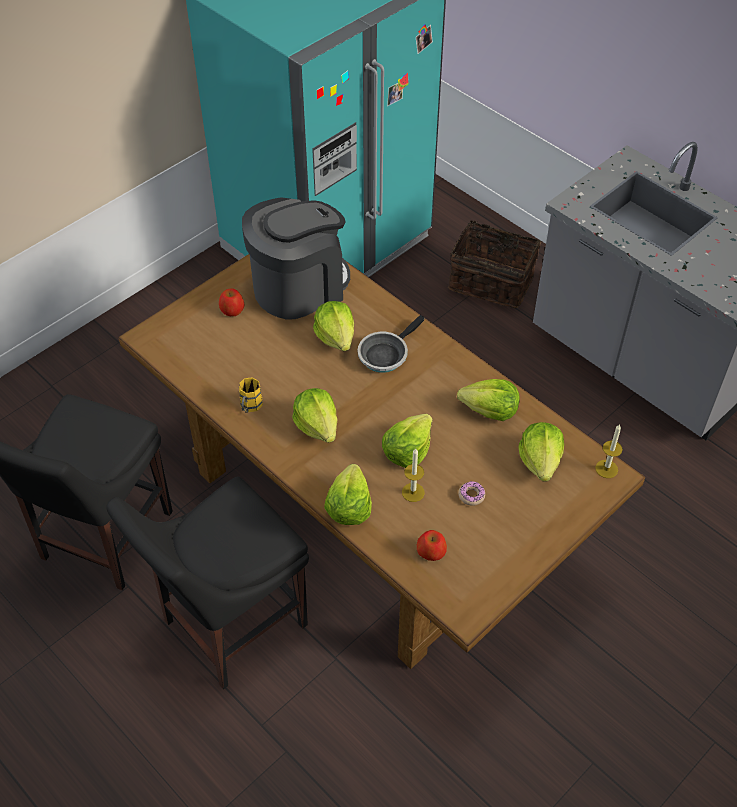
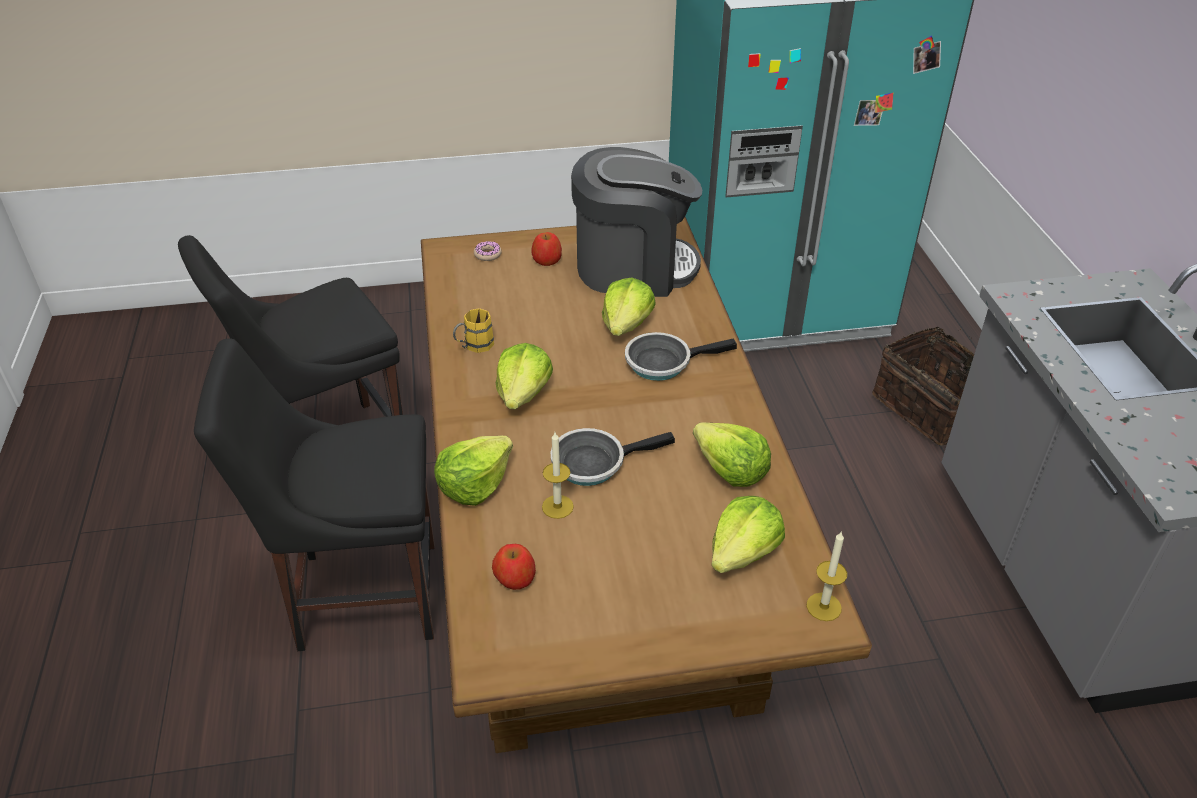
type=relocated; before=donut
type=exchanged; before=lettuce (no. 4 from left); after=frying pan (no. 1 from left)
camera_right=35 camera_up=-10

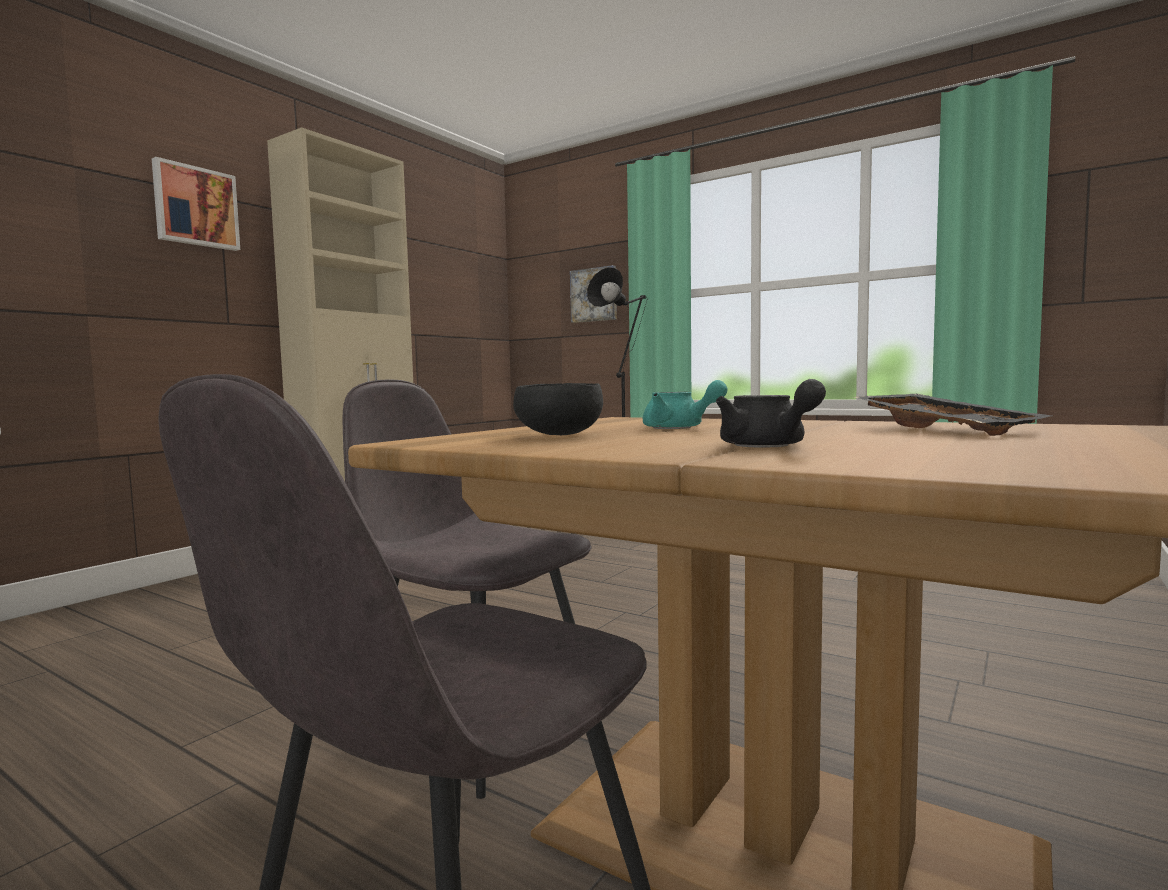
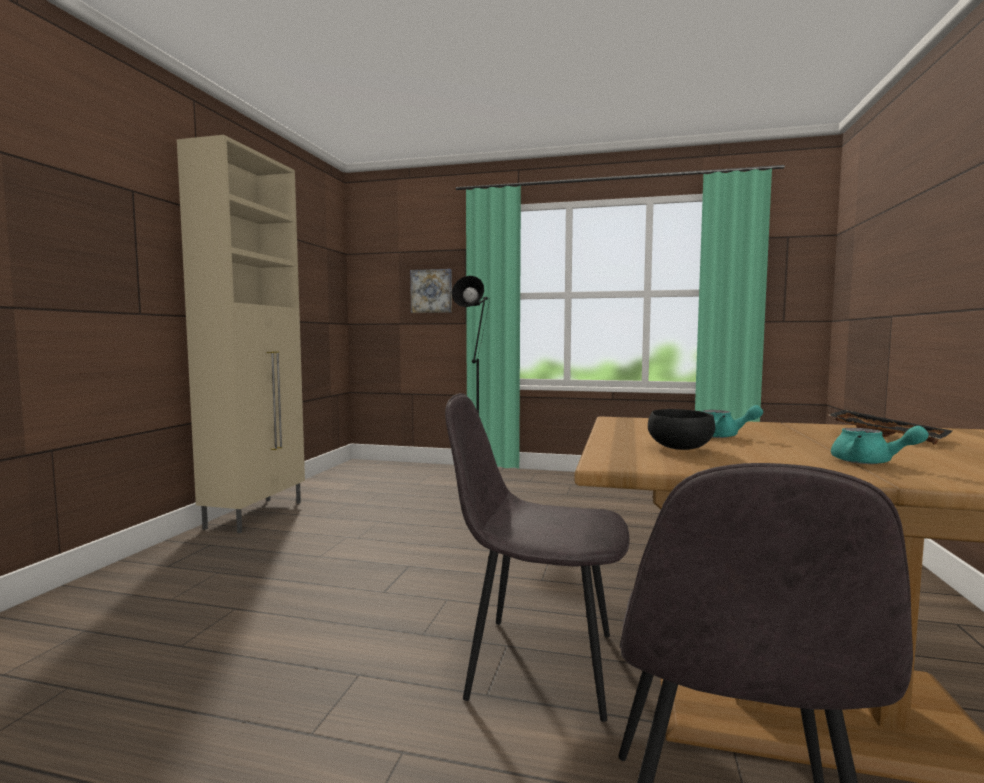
type=colour; before=teapot/black; after=teapot/turquoise (no. 2 from left)
type=missing; before=picture (no. 1 from left)
camera_right=-20 camera_up=0

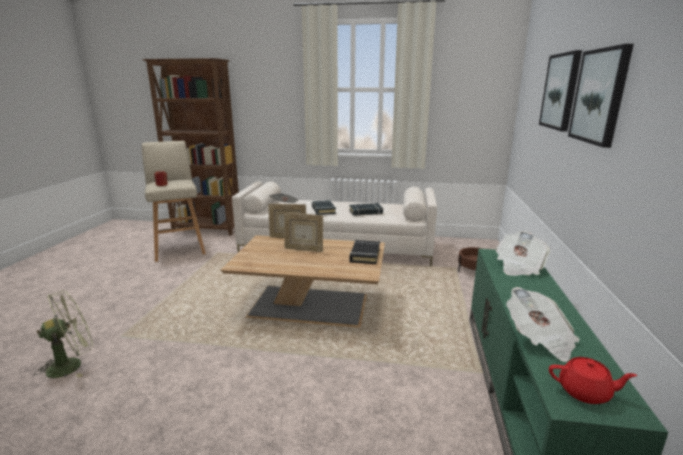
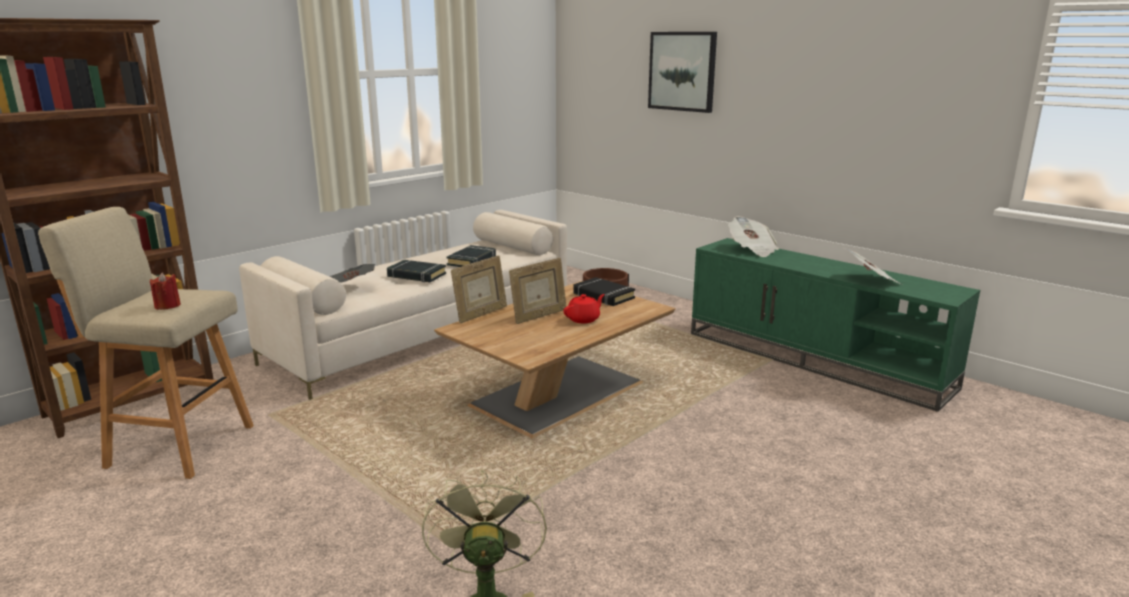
type=relocated; before=teapot/red
type=missing; before=picture (no. 2 from left)
camera_right=-55 camera_up=0

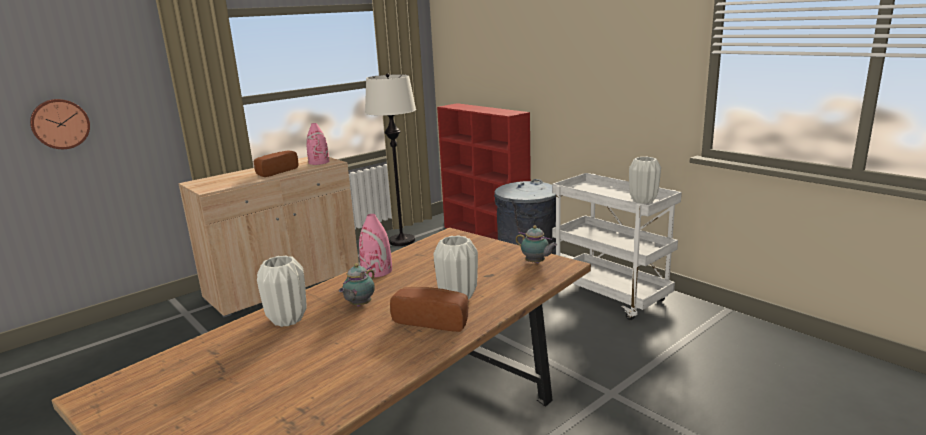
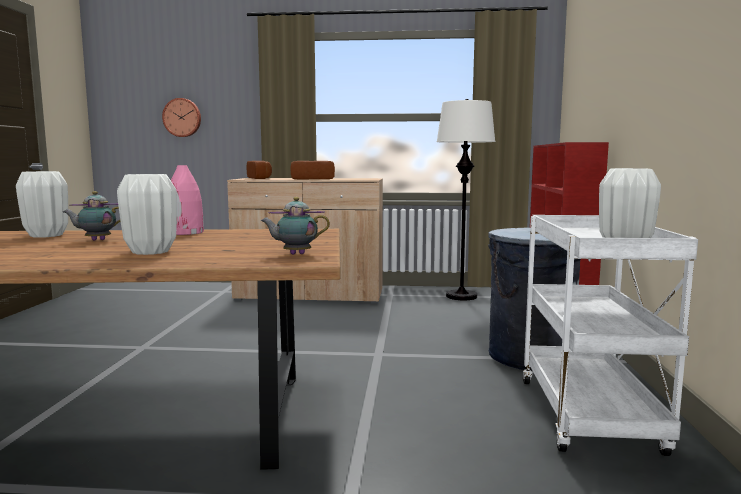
type=relocated; before=bread (no. 2 from left in the first image); after=bread (no. 1 from left)
type=spun; before=teapot (no. 2 from left); turn=90
type=missing; before=vase/pink (no. 1 from left)
camera_right=45 camera_up=-10

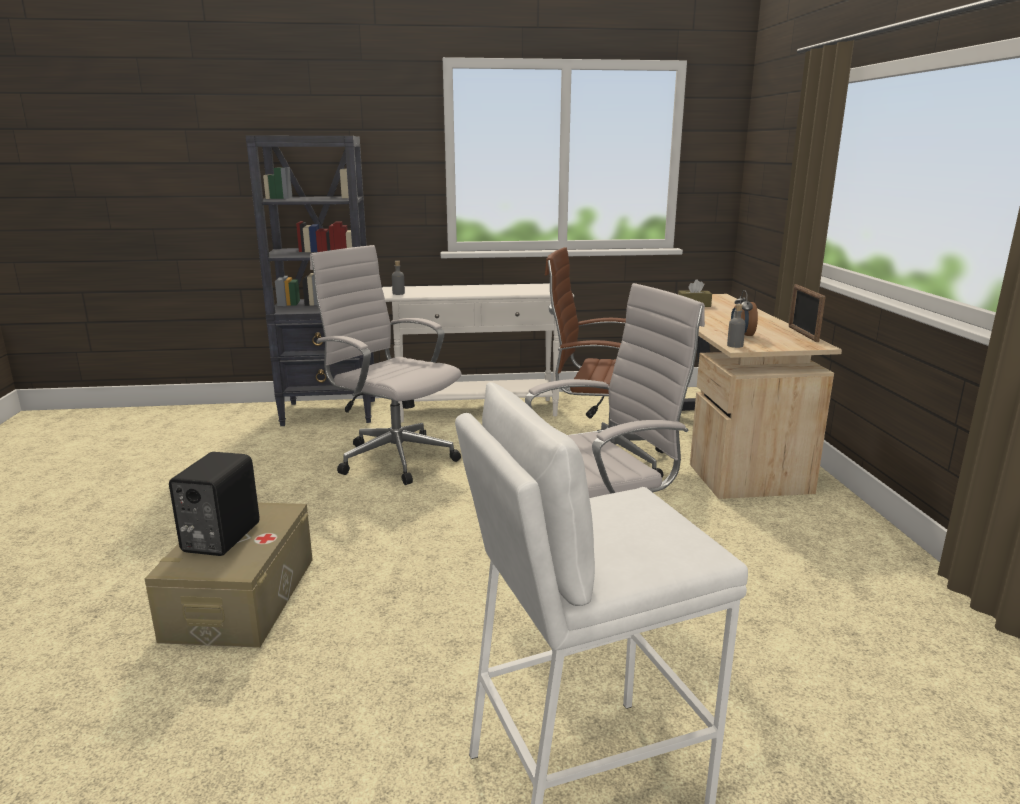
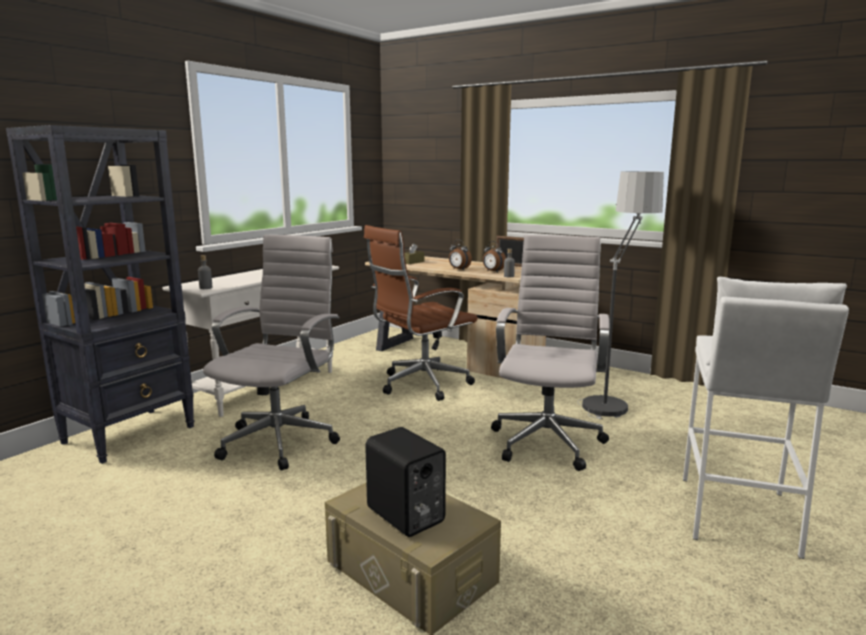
type=spun; before=office chair/white (no. 1 from left); turn=120
type=appeared; after=alarm clock (no. 1 from left)
type=appeared; after=floor lamp
camera_right=-50 camera_up=-5

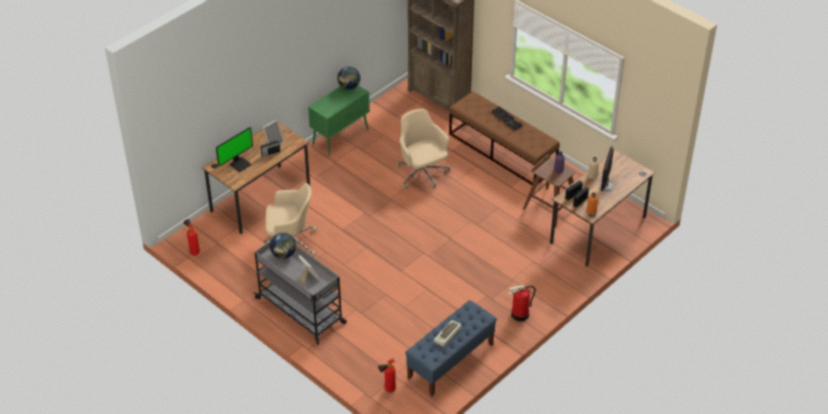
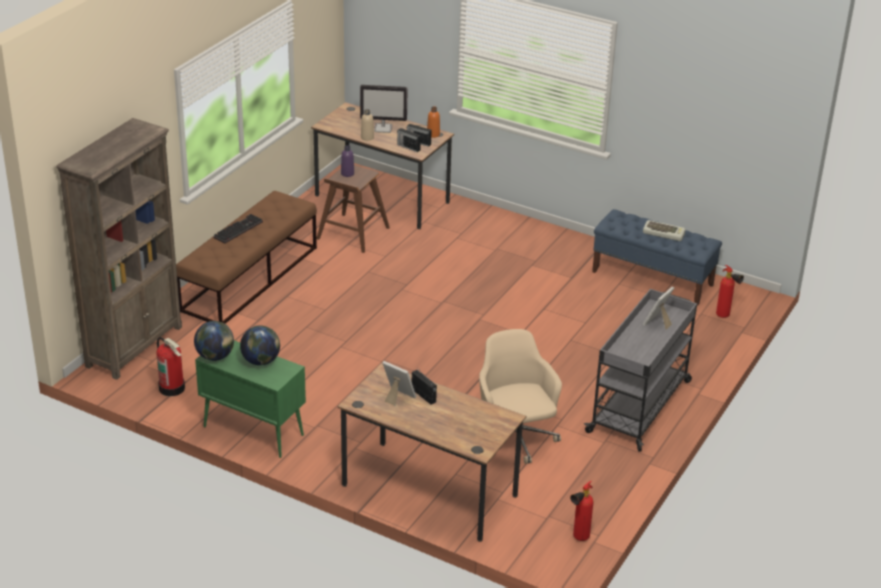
type=relocated; before=fire extinguisher (no. 3 from left in the first image); after=fire extinguisher (no. 1 from left)
type=relocated; before=globe (no. 1 from left in the first image); after=globe (no. 2 from left)
type=missing; before=monitor (no. 1 from left)
type=missing; before=office chair/beige (no. 2 from left)
camera_right=-105 camera_up=-10

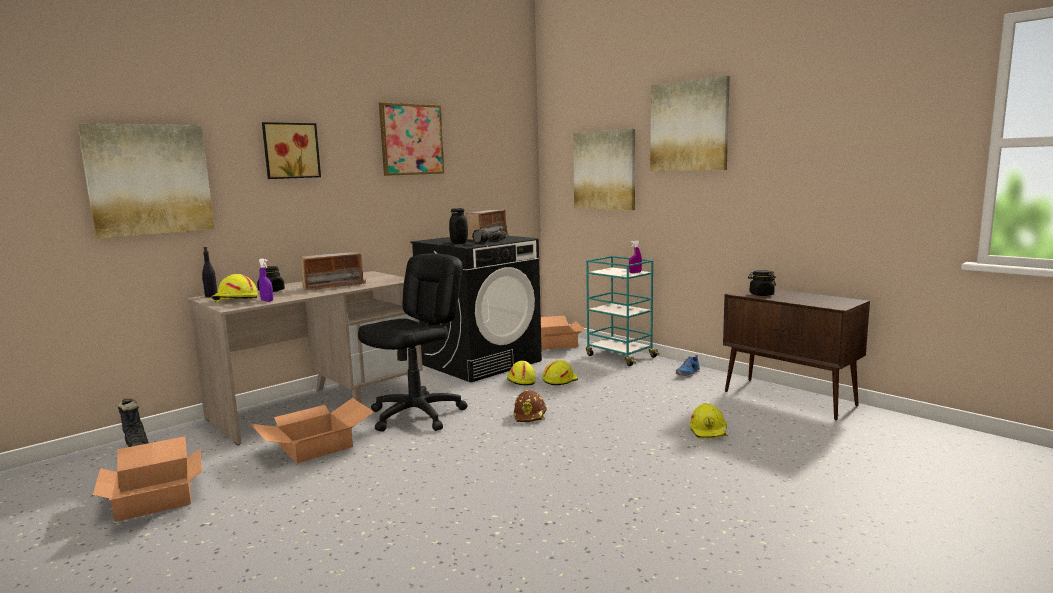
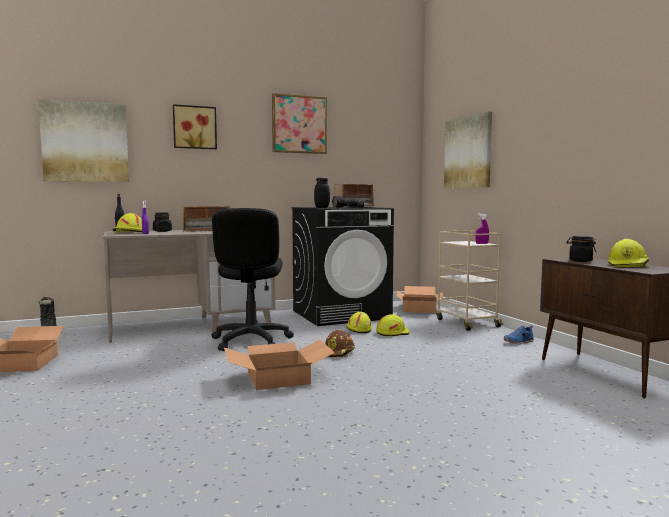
type=spun; before=office chair/black; turn=120
type=relocated; before=cardboard box (no. 2 from left)
type=colour; before=cart/turquoise; after=cart/beige
type=relocated; before=hard hat/yellow (no. 4 from left)
type=missing; before=picture (no. 5 from left)
camera_right=20 camera_up=-5

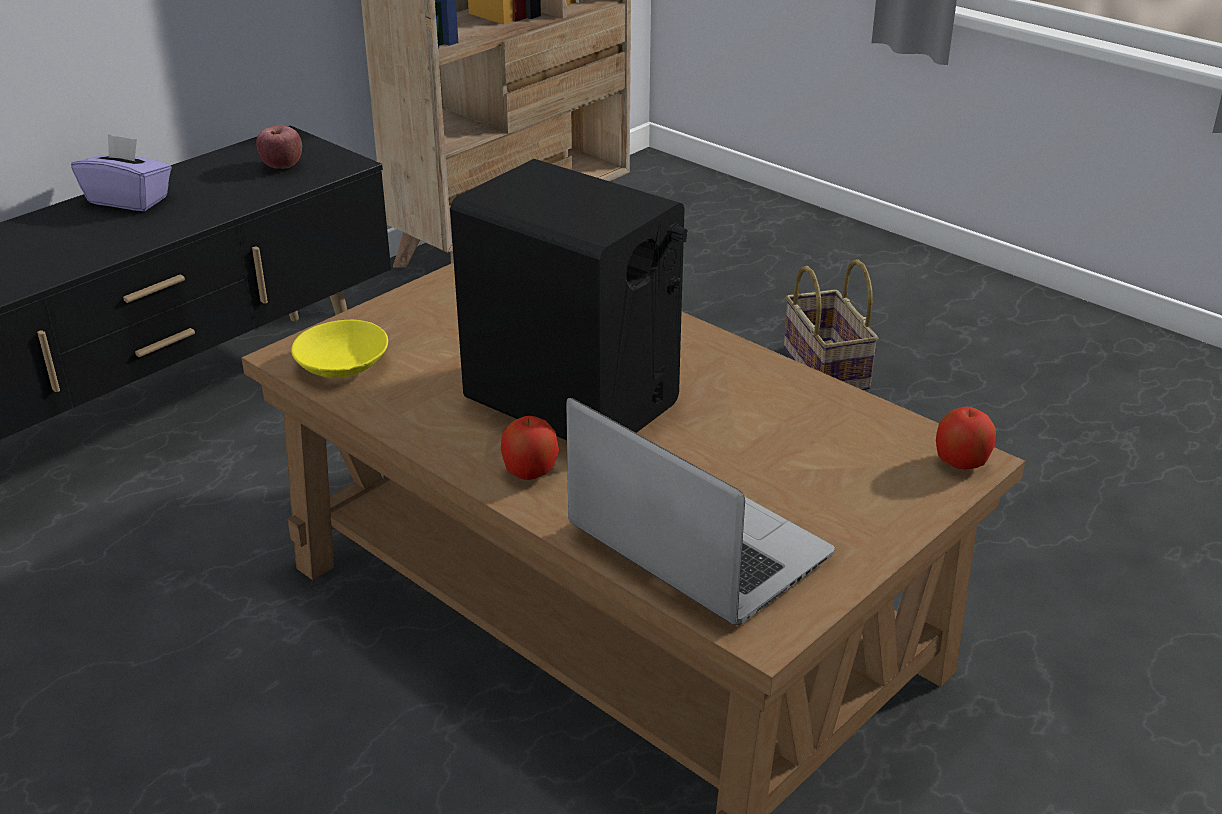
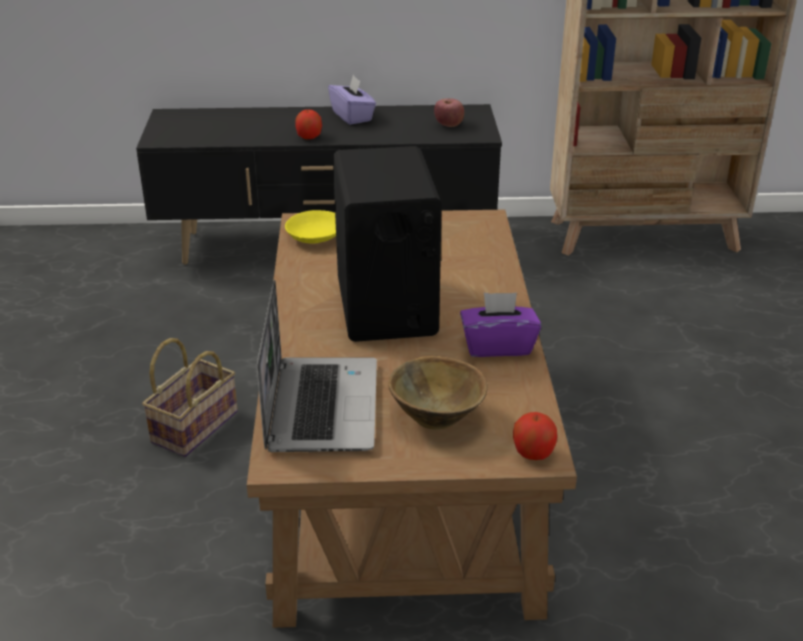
type=relocated; before=basket
type=relocated; before=apple (no. 2 from left in the first image); after=apple (no. 1 from left)
type=appeared; after=bowl/brown
type=appeared; after=tissue box/purple (no. 2 from left)
camera_right=45 camera_up=0

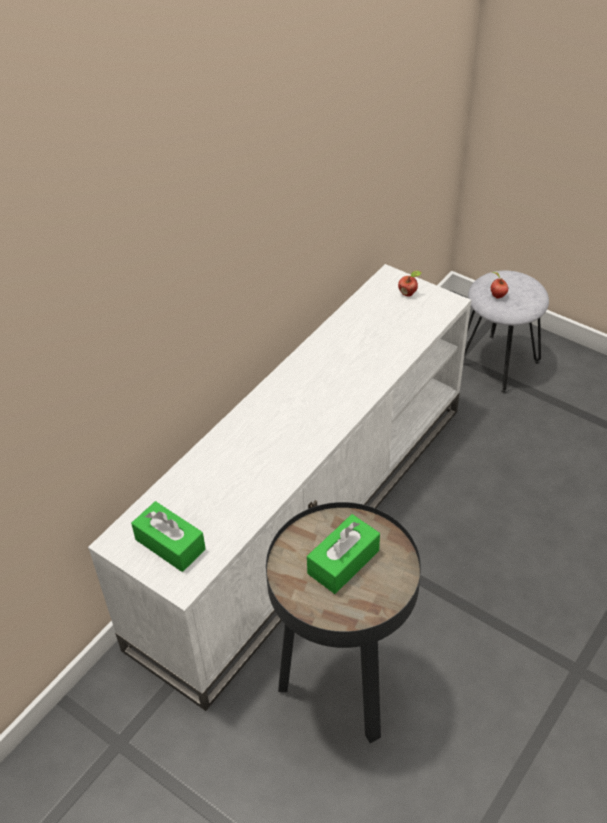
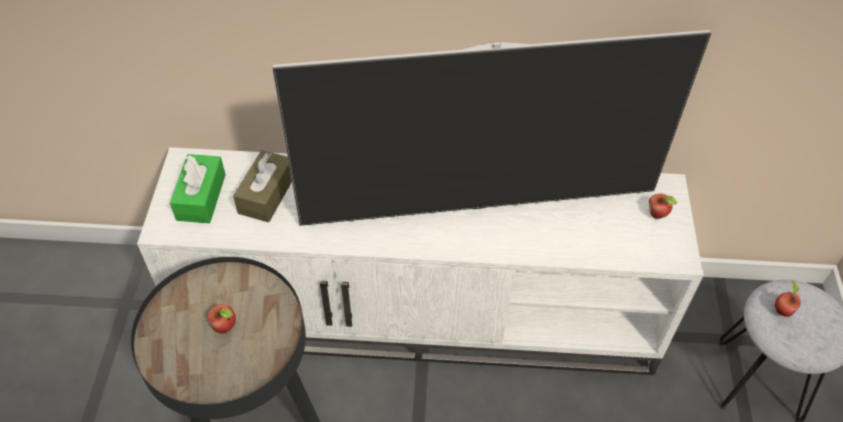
type=exchanged; before=tissue box/green (no. 2 from left); after=apple (no. 1 from left)
type=appeared; after=tissue box/brown
type=appeared; after=television
camera_right=55 camera_up=5

